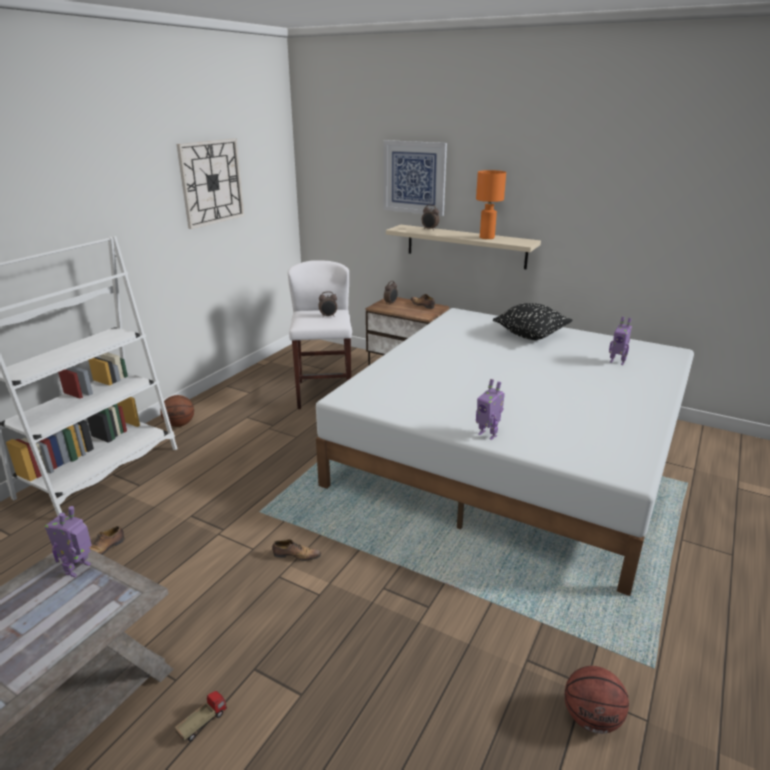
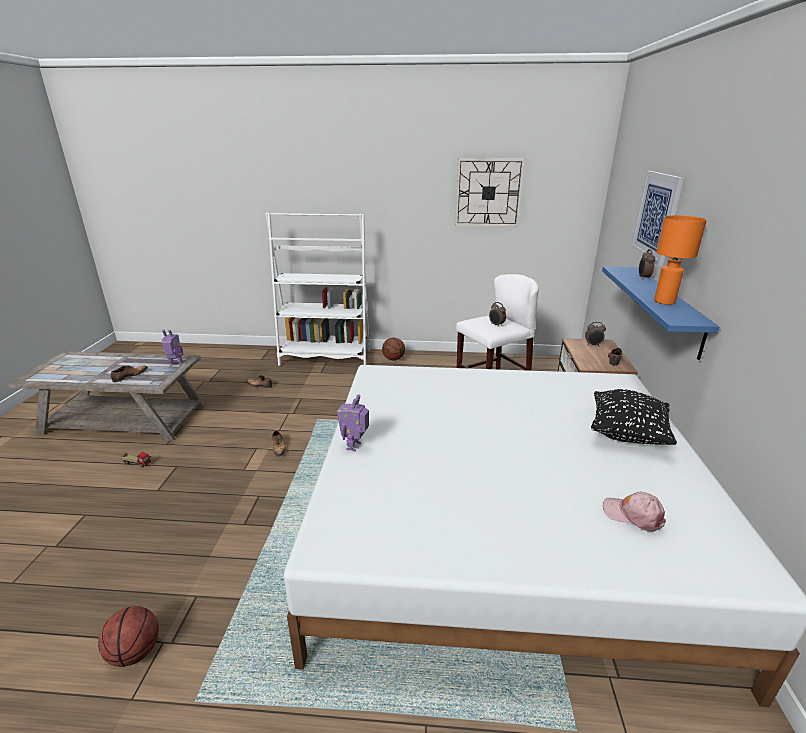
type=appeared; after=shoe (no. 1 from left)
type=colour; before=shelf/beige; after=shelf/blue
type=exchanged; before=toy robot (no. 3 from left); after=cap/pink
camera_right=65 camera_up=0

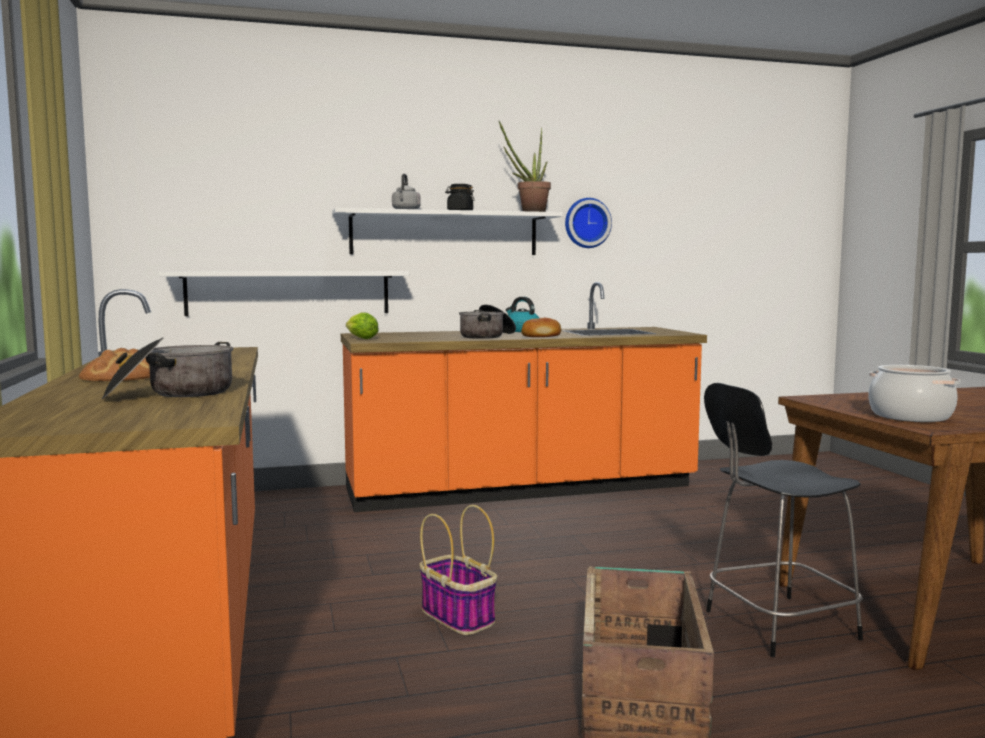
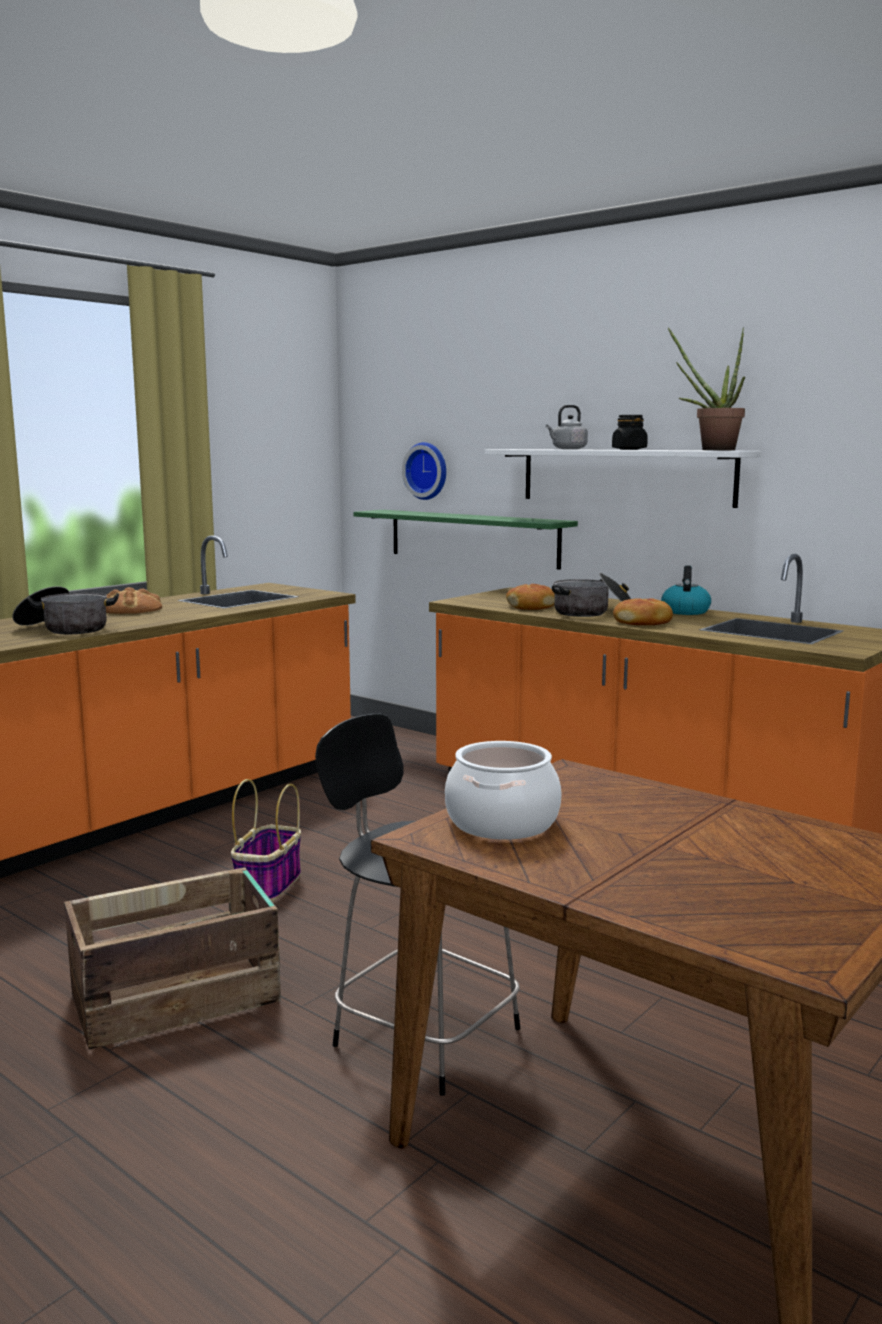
type=colour; before=shelf/white (no. 1 from left); after=shelf/green
type=relocated; before=wall clock
type=appeared; after=bread (no. 2 from left)
type=missing; before=lettuce
camera_right=55 camera_up=5

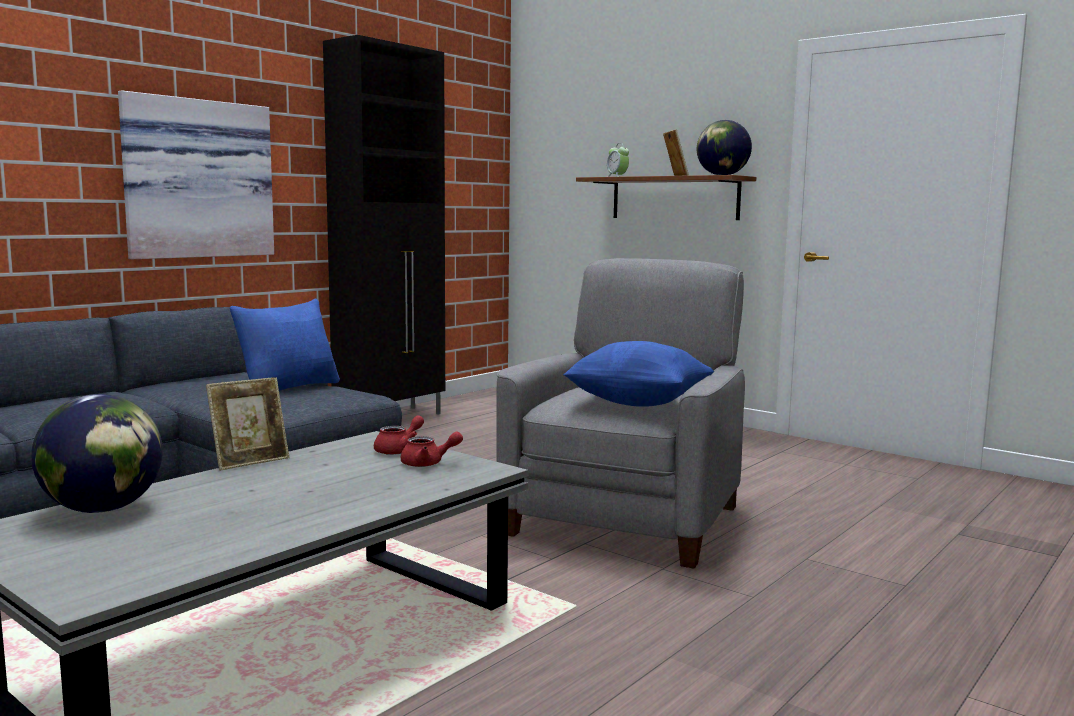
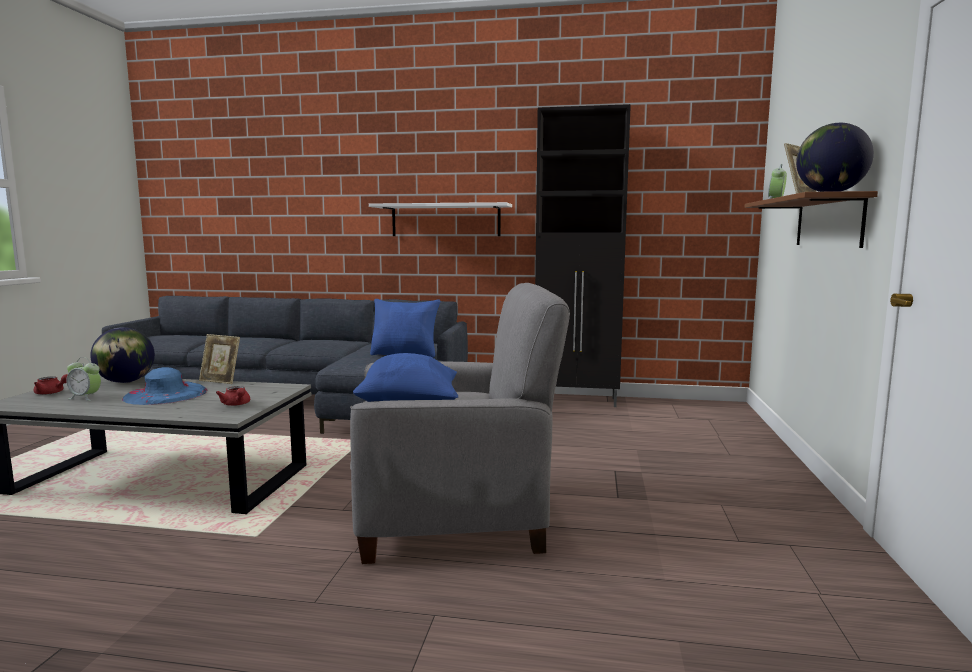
type=relocated; before=teapot/red (no. 1 from left)
type=appeared; after=alarm clock (no. 1 from left)
type=appeared; after=hat/blue
type=exchanged; before=picture; after=shelf/white
camera_right=60 camera_up=0

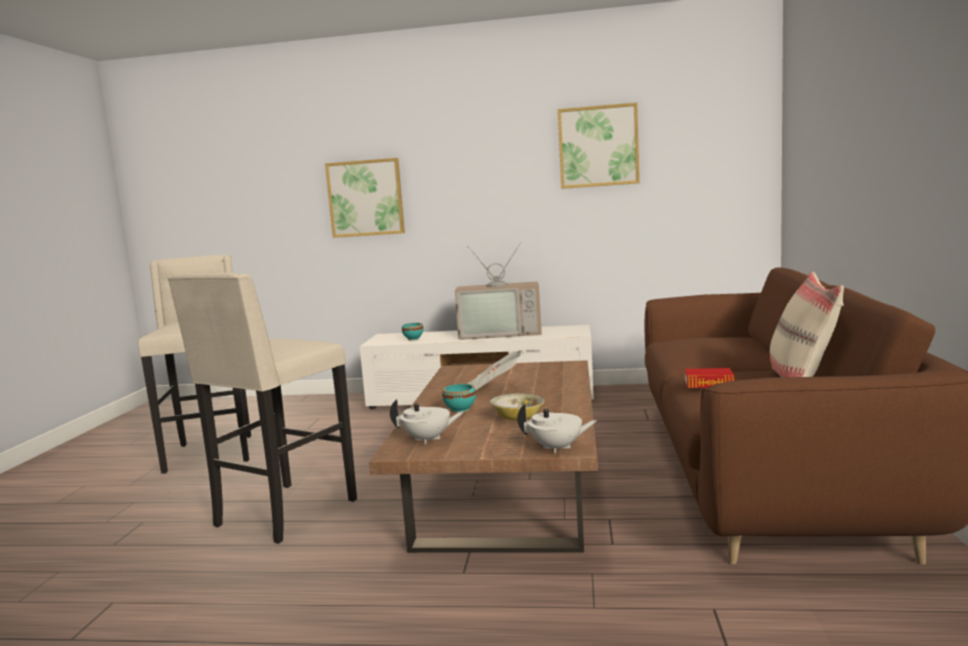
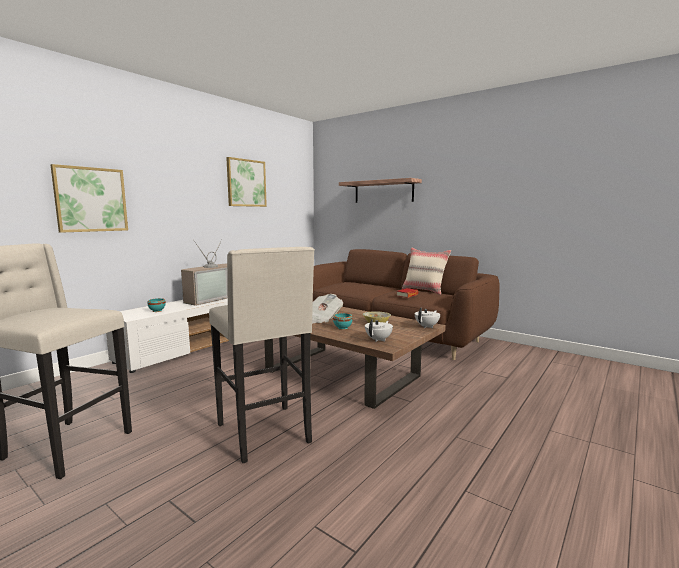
type=appeared; after=shelf
camera_right=-60 camera_up=0

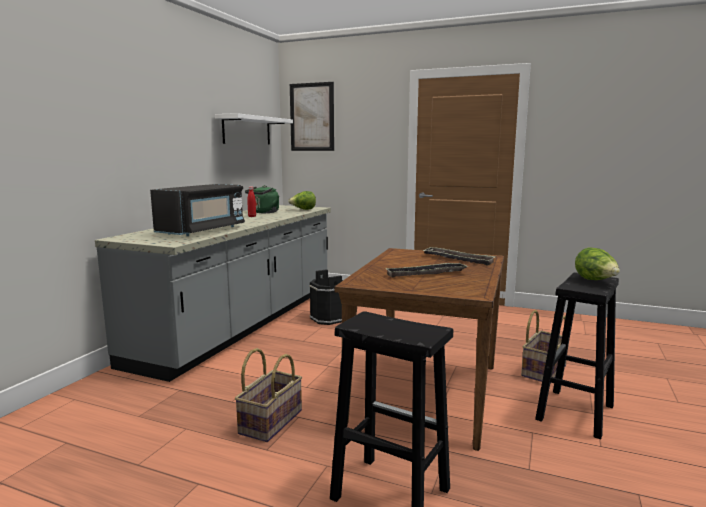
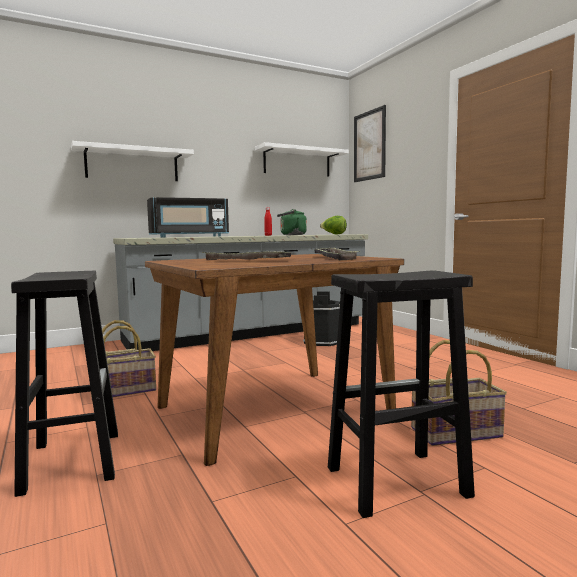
type=appeared; after=shelf/white (no. 1 from left)
type=missing; before=lettuce (no. 2 from left)
camera_right=40 camera_up=-5

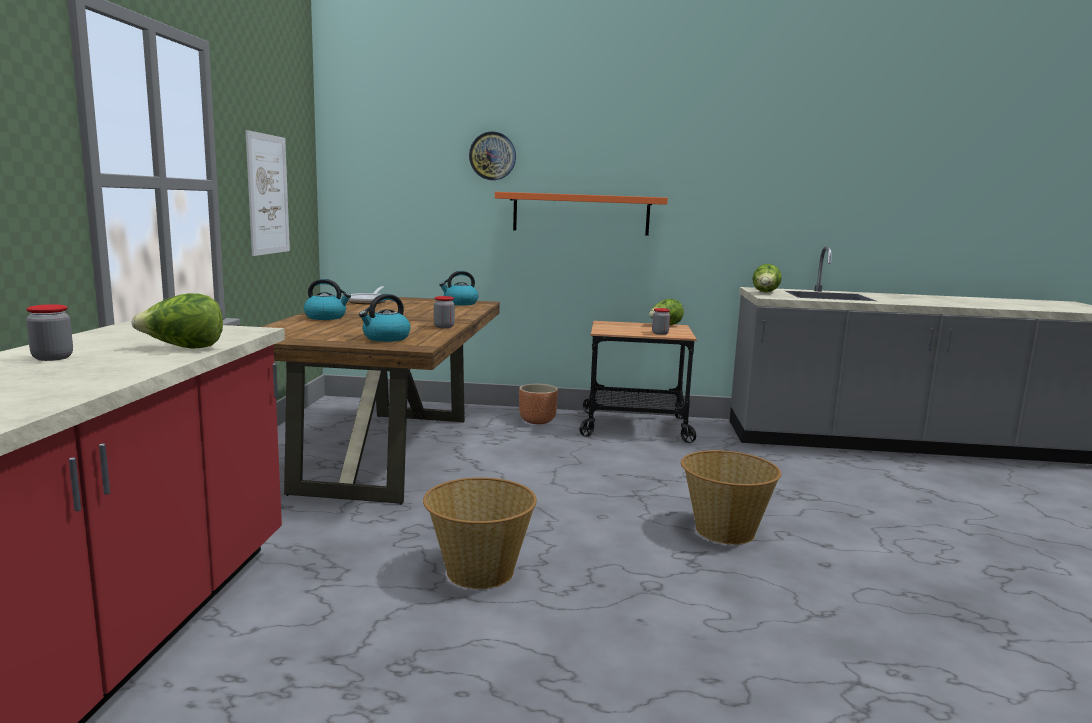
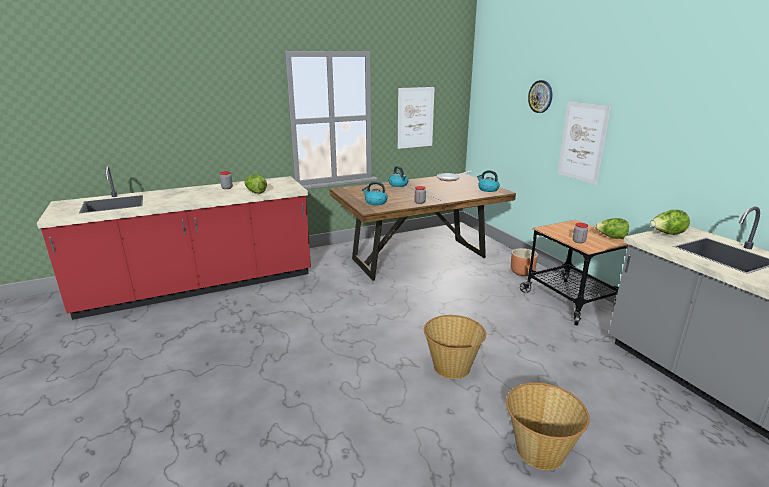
type=relocated; before=basket (no. 1 from left in the first image); after=basket (no. 2 from left)
type=exchanged; before=shelf/orange; after=picture (no. 2 from left)
camera_right=60 camera_up=10

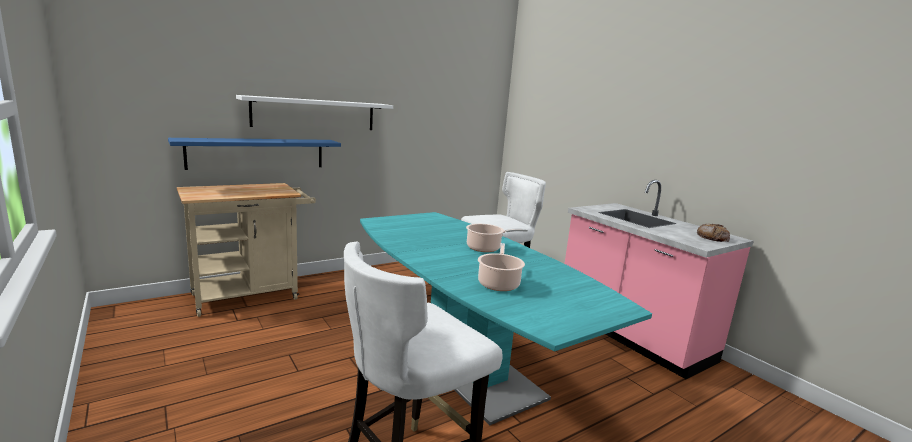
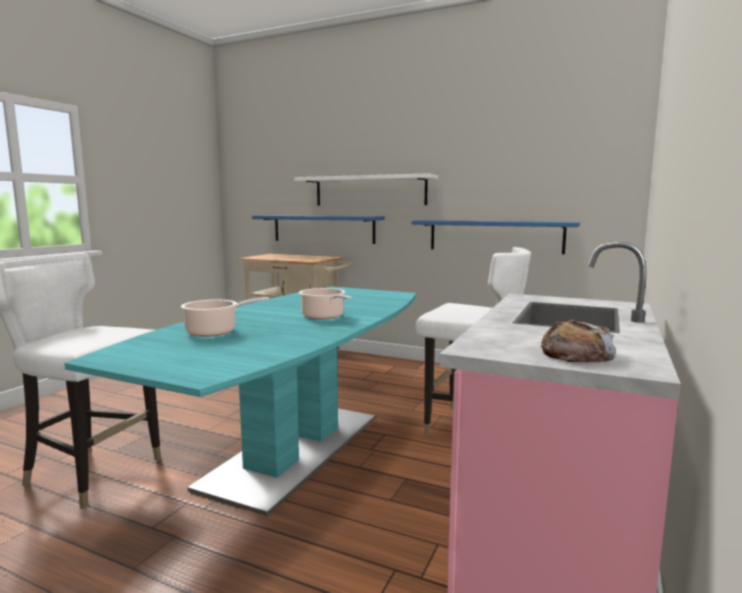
type=appeared; after=shelf/blue (no. 2 from left)
camera_right=60 camera_up=-5

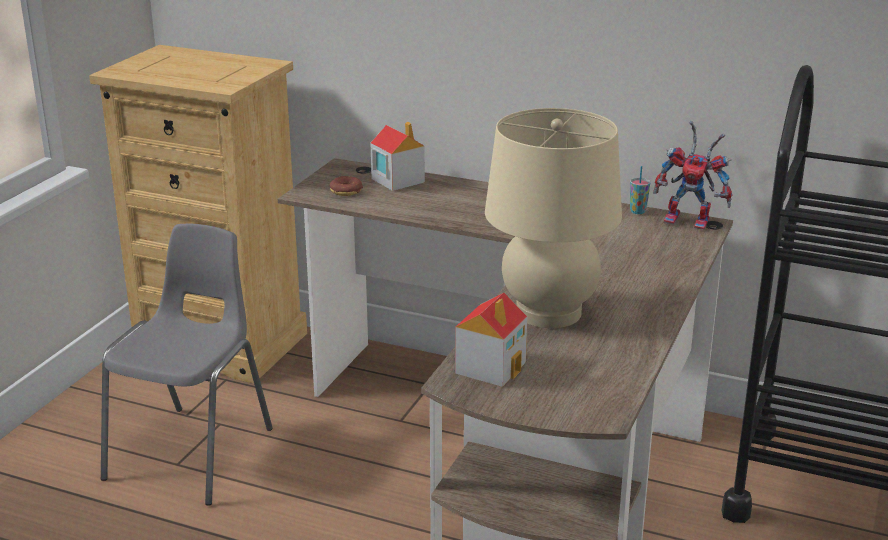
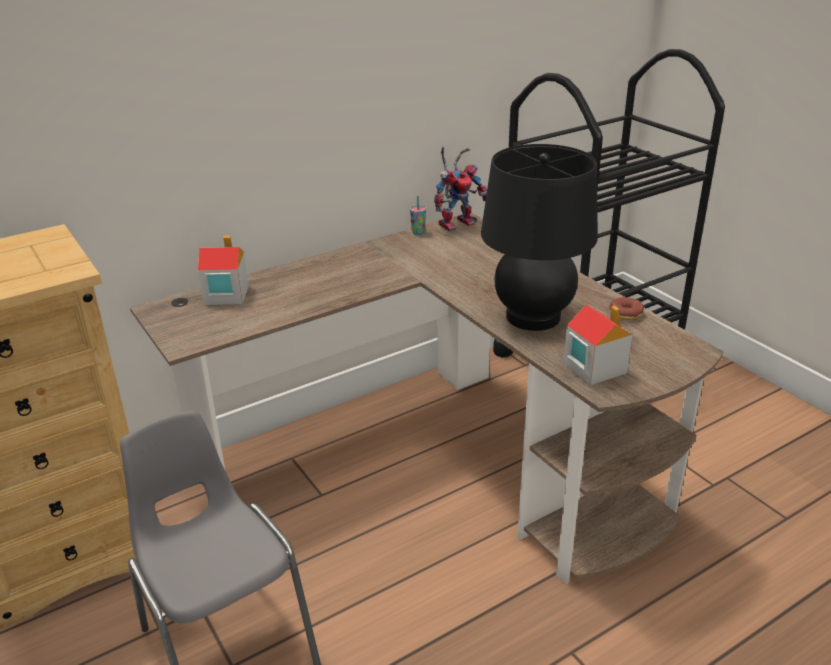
type=colour; before=table lamp/beige; after=table lamp/black
type=relocated; before=donut
camera_right=-55 camera_up=5

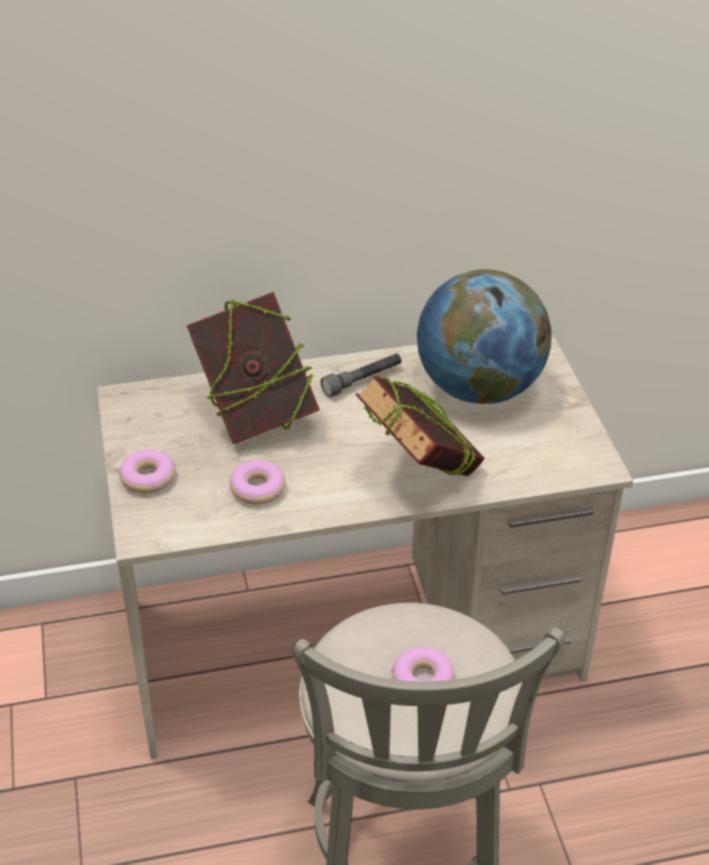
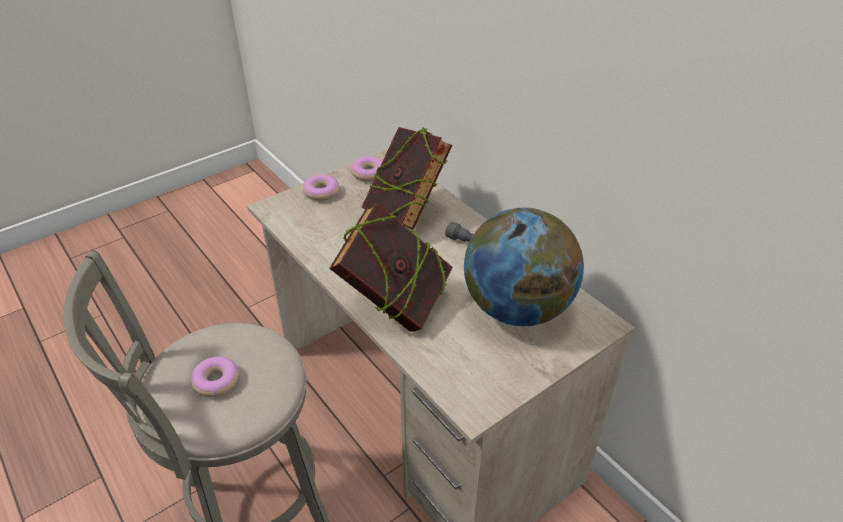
type=relocated; before=donut (no. 2 from left in the first image); after=donut (no. 3 from left)
camera_right=65 camera_up=0

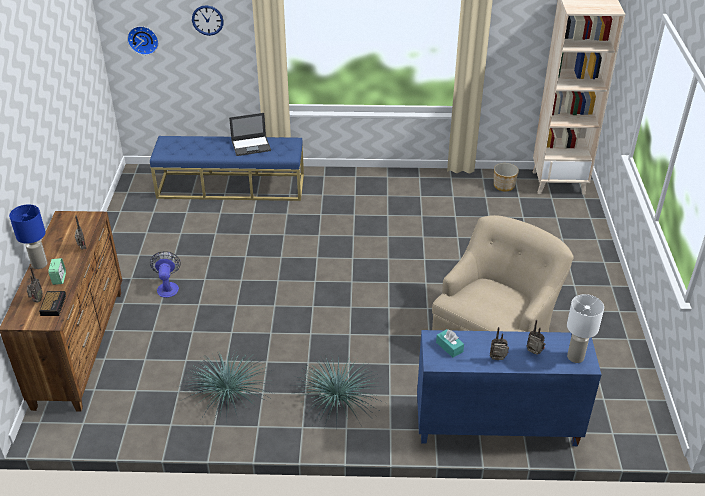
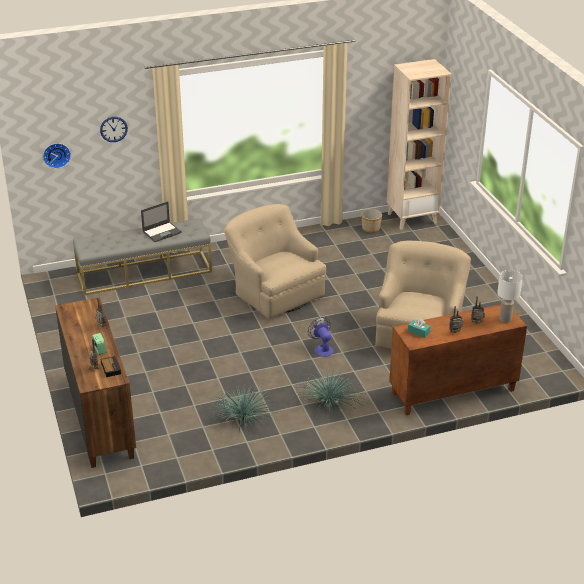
type=colour; before=bench/blue; after=bench/grey
type=appeared; after=armchair/beige (no. 1 from left)
type=relocated; before=fan
type=colour; before=cabinet/blue; after=cabinet/brown
type=missing; before=table lamp/blue
camera_right=-20 camera_up=-5

